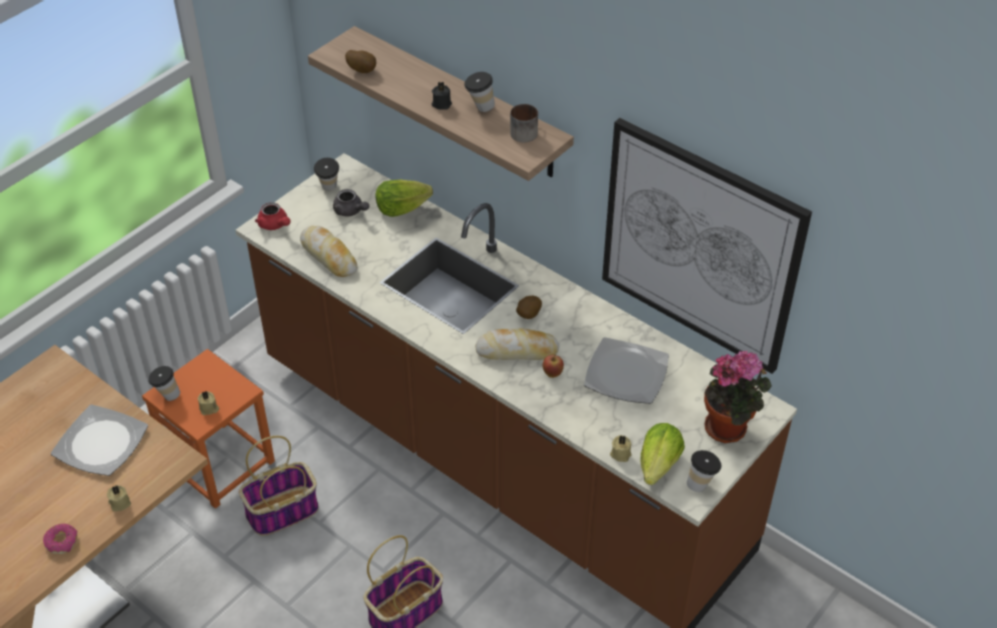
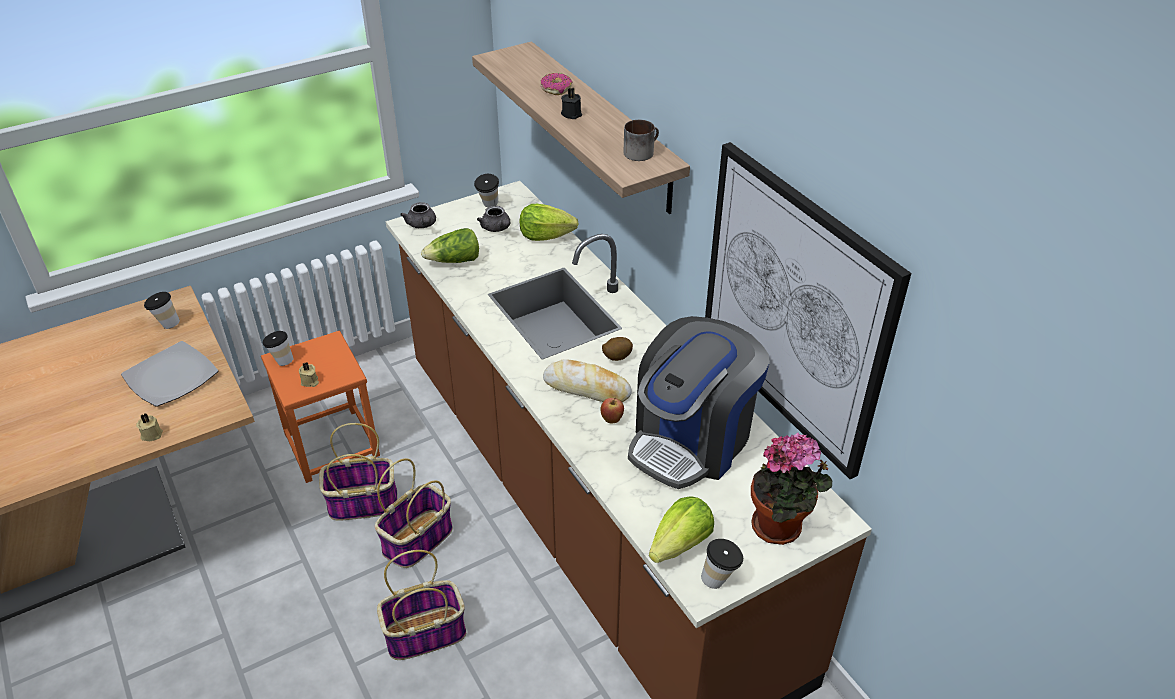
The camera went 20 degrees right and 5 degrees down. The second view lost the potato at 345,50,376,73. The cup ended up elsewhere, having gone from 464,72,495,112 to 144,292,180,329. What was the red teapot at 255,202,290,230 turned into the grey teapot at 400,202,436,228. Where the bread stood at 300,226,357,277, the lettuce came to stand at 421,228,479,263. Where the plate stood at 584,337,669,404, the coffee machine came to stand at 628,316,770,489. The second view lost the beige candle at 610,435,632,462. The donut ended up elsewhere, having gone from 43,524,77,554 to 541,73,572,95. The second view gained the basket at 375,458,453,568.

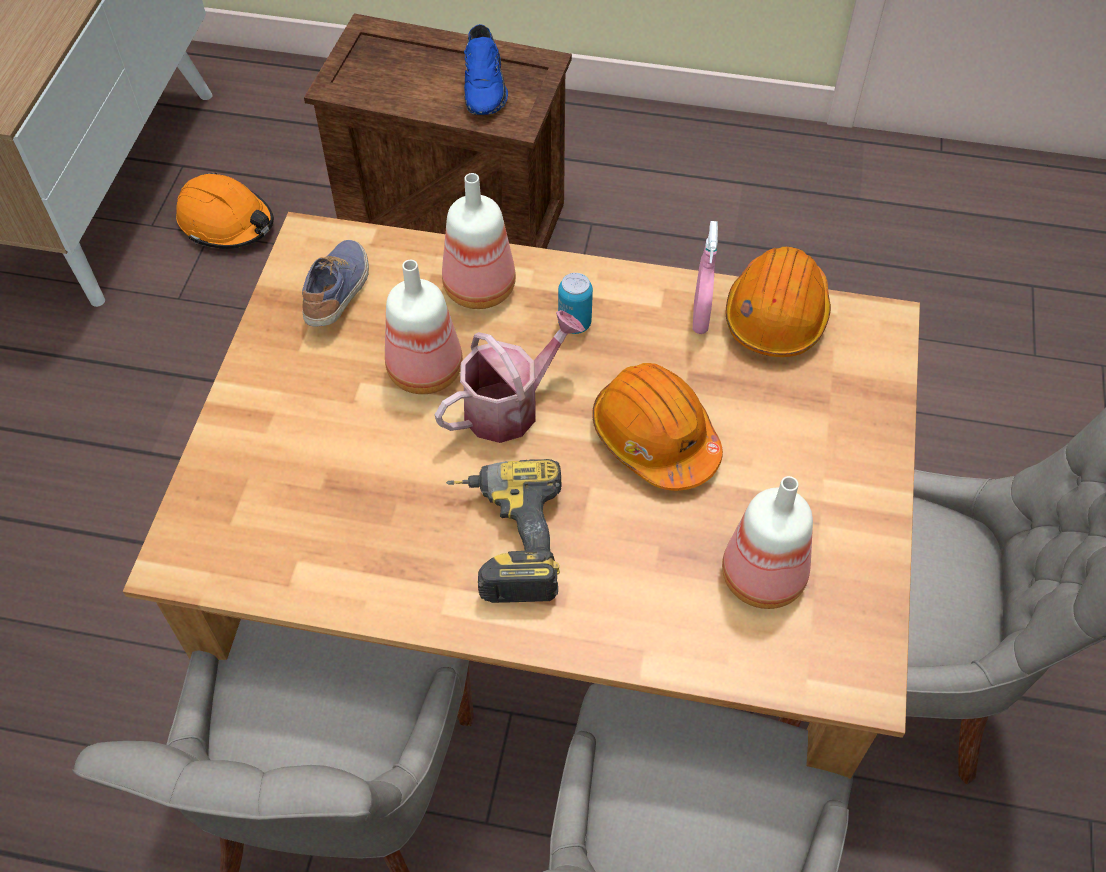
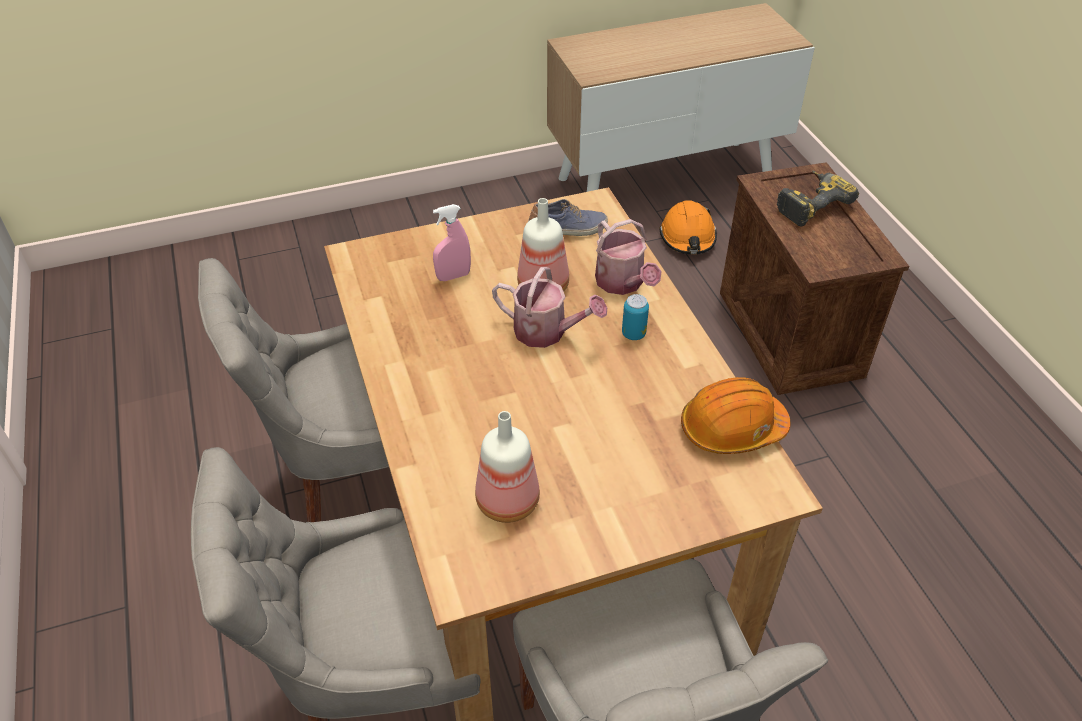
The camera went 60 degrees right and 10 degrees down. The second view lost the blue shoe at 464,24,508,115. Where the bottle stood at 442,173,516,309, the watering can came to stand at 595,219,662,295. The pink spray bottle ended up elsewhere, having gone from 693,221,718,334 to 433,204,471,281. The second view lost the orange hard hat at 592,363,723,491. The power drill ended up elsewhere, having gone from 446,459,562,603 to 777,171,859,227.

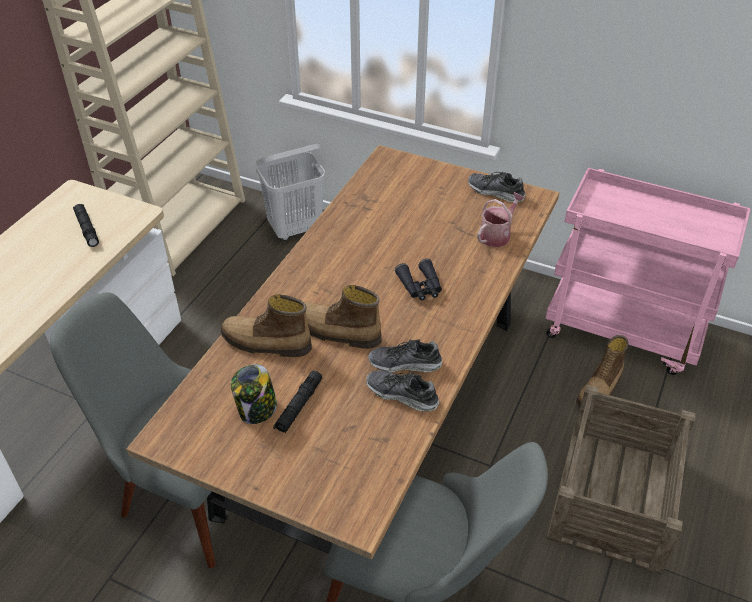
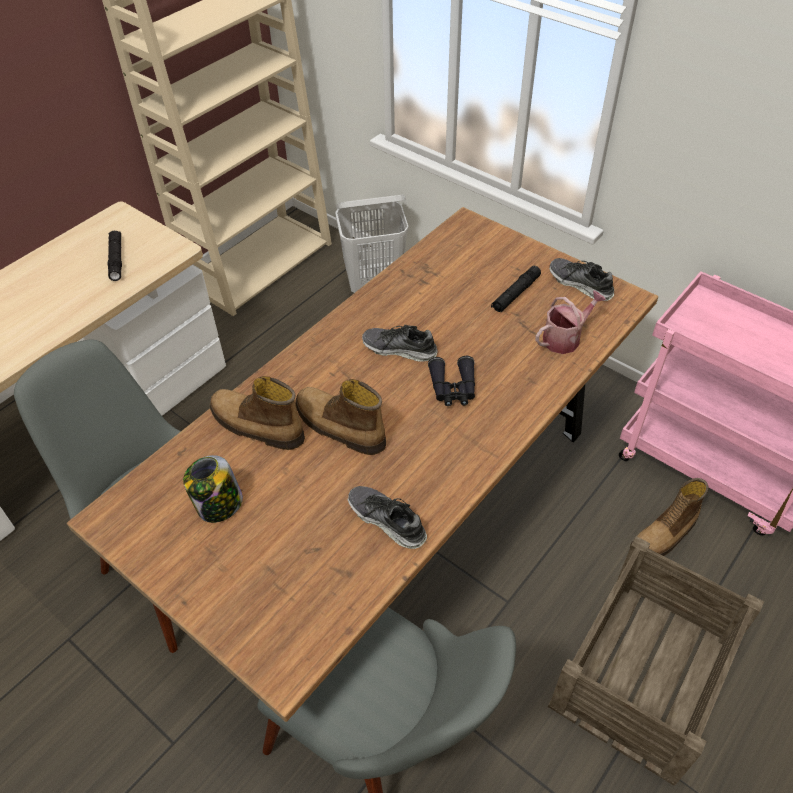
The camera went 15 degrees right and 5 degrees up. The shoe ended up elsewhere, having gone from 368,339,442,373 to 362,325,437,362. The black flashlight ended up elsewhere, having gone from 273,371,322,433 to 491,266,541,312.

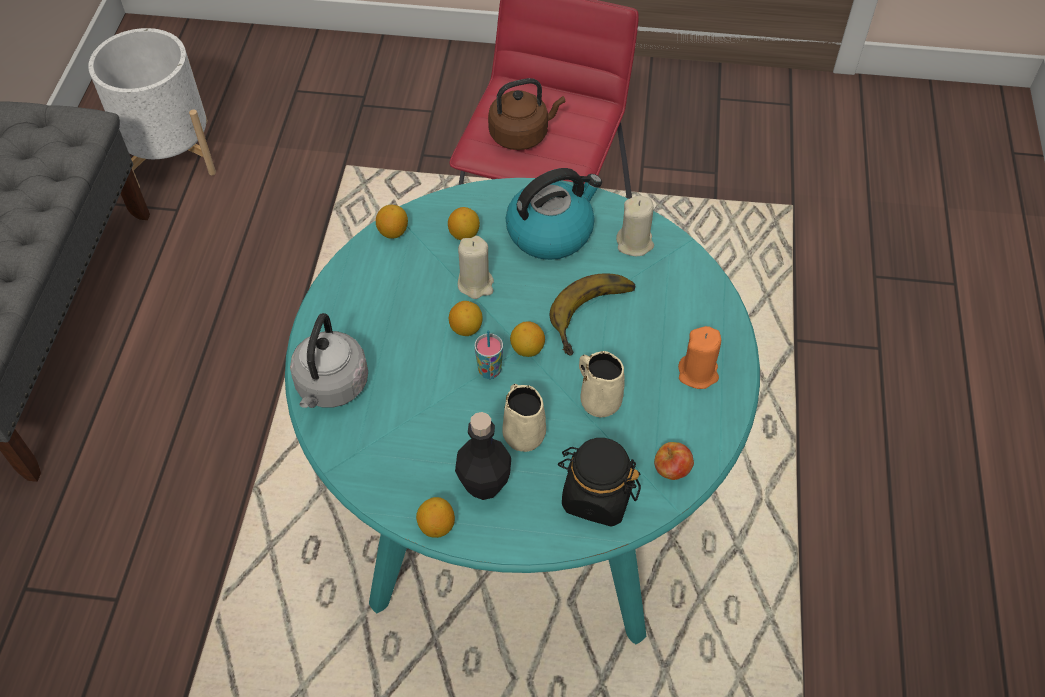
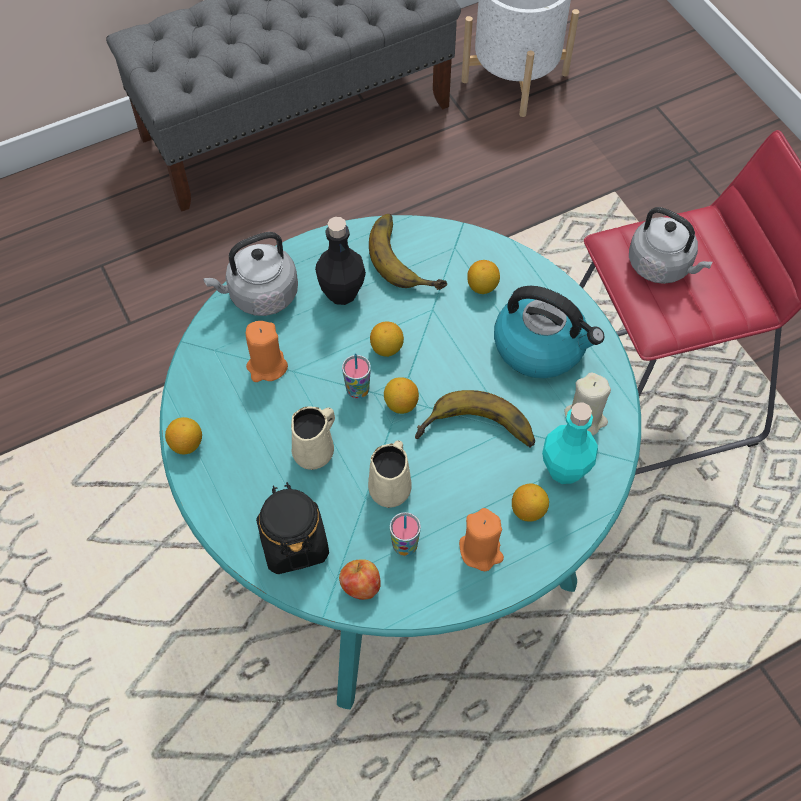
The camera went 55 degrees right and 5 degrees up. What was the brown kettle at 488,78,565,150 turned into the grey kettle at 629,207,713,284. The lemon ended up elsewhere, having gone from 376,205,408,239 to 512,484,549,522. The second view lost the beige candle at 458,236,494,299. The black bottle ended up elsewhere, having gone from 455,412,511,500 to 315,217,366,305. The second view gained the banana at 369,214,447,290. The second view gained the orange candle at 246,321,288,382. The second view gained the turquoise bottle at 542,402,598,484. The second view gained the cup at 390,512,421,556.

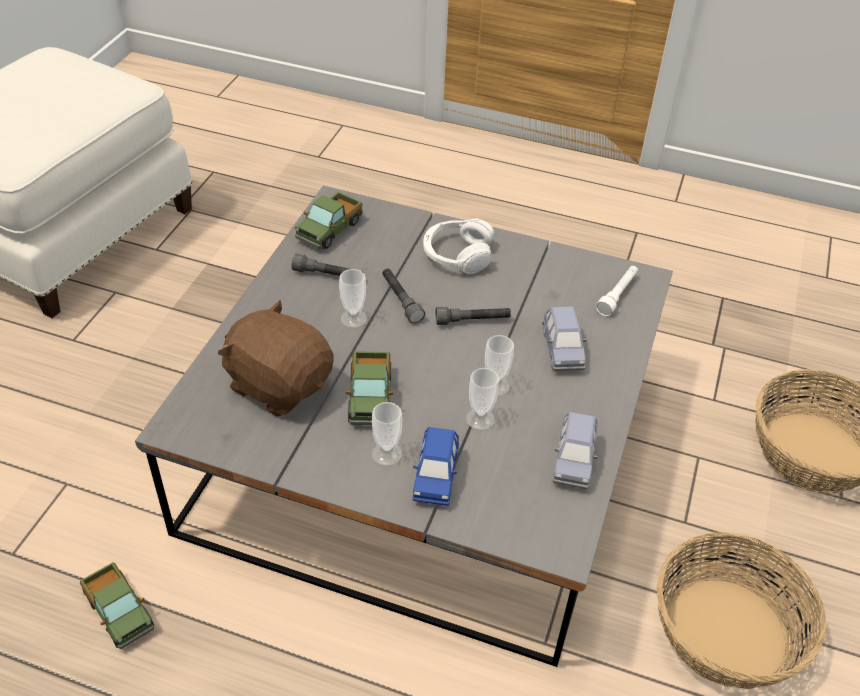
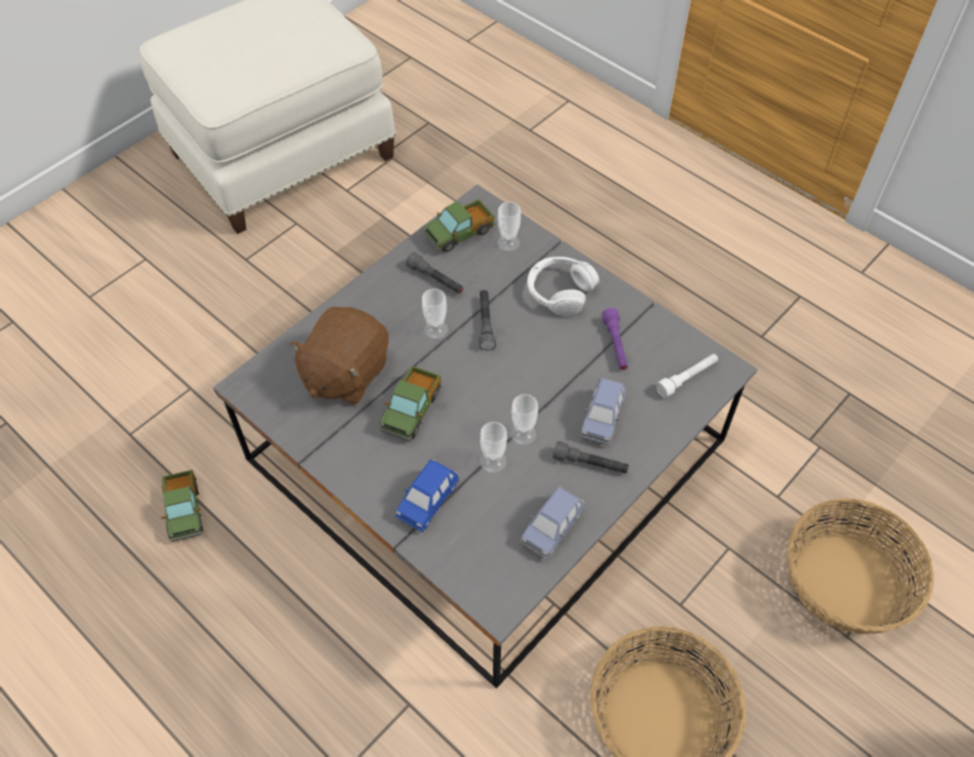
The camera went 25 degrees right and 10 degrees up. The brown plush toy at 218,300,333,417 ended up facing another way, 120 degrees counterclockwise from before. The grey flashlight ended up elsewhere, having gone from 436,306,511,325 to 553,441,629,473. The cup ended up elsewhere, having gone from 372,402,402,466 to 497,202,521,252. The second view gained the purple flashlight at 602,308,628,370.

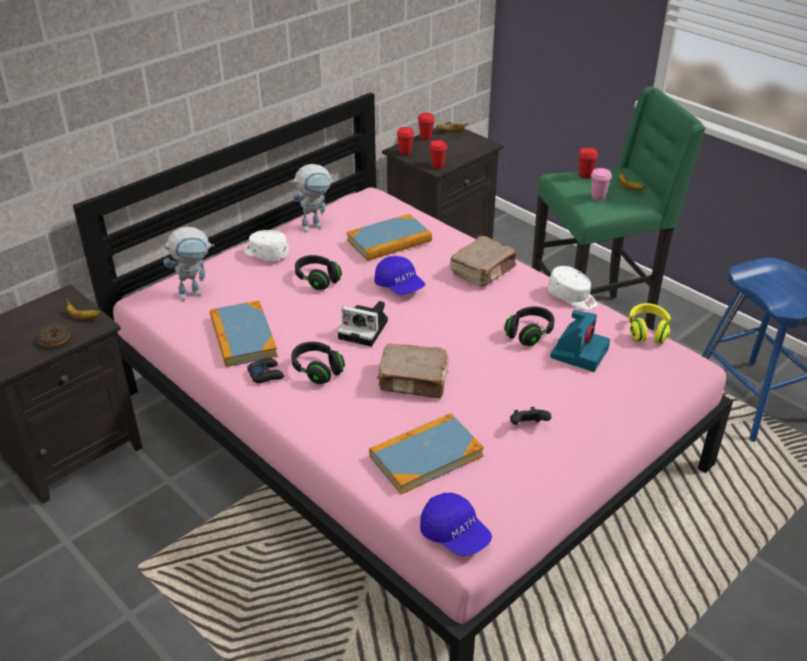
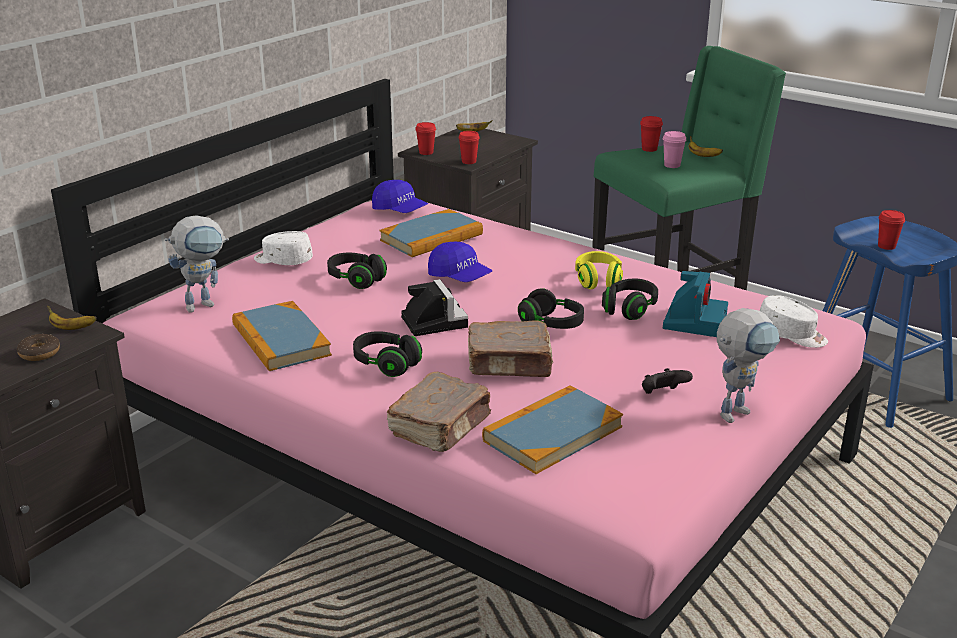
The camera went 10 degrees left and 10 degrees down. The red cup ended up elsewhere, having gone from 418,113,435,140 to 878,210,905,250. The toy robot ended up elsewhere, having gone from 291,164,334,232 to 717,308,780,423. The brown book ended up elsewhere, having gone from 450,236,516,287 to 387,372,491,452. The white cap ended up elsewhere, having gone from 547,266,597,310 to 760,295,828,348. The photo camera at 338,301,388,347 ended up facing another way, 120 degrees counterclockwise from before. The yellow headphones ended up elsewhere, having gone from 629,303,671,344 to 575,251,623,289. The second view lost the black game controller at 247,358,284,383. The blue cap ended up elsewhere, having gone from 420,493,492,556 to 372,180,428,213. The second view gained the black headphones at 518,288,584,329.

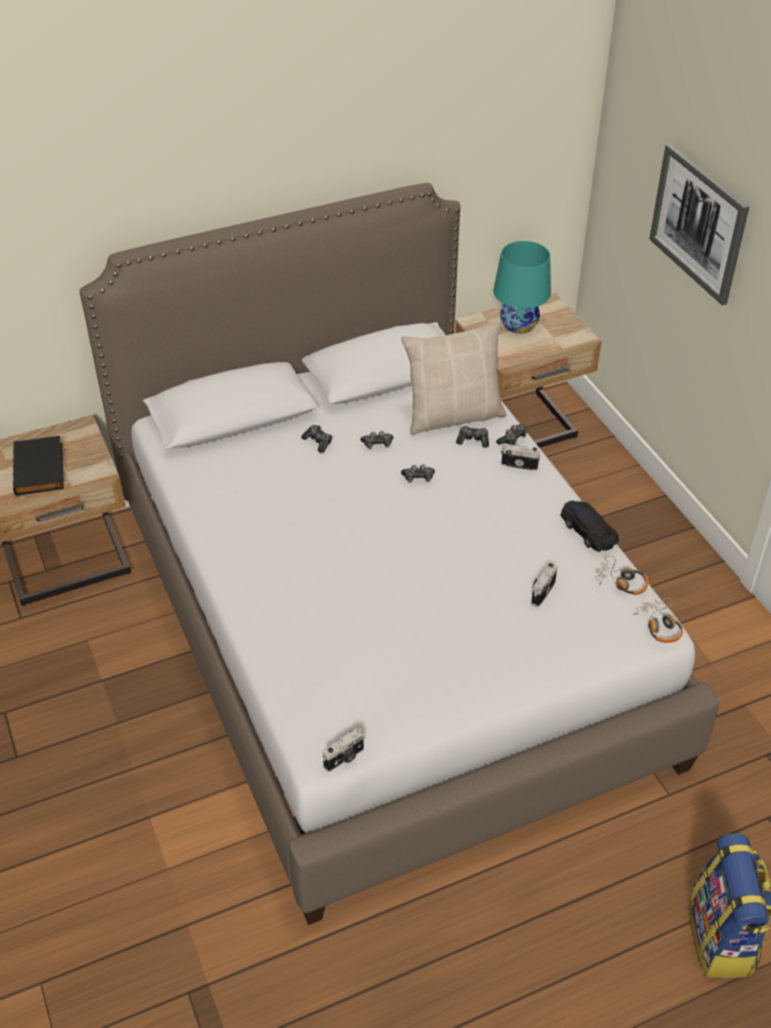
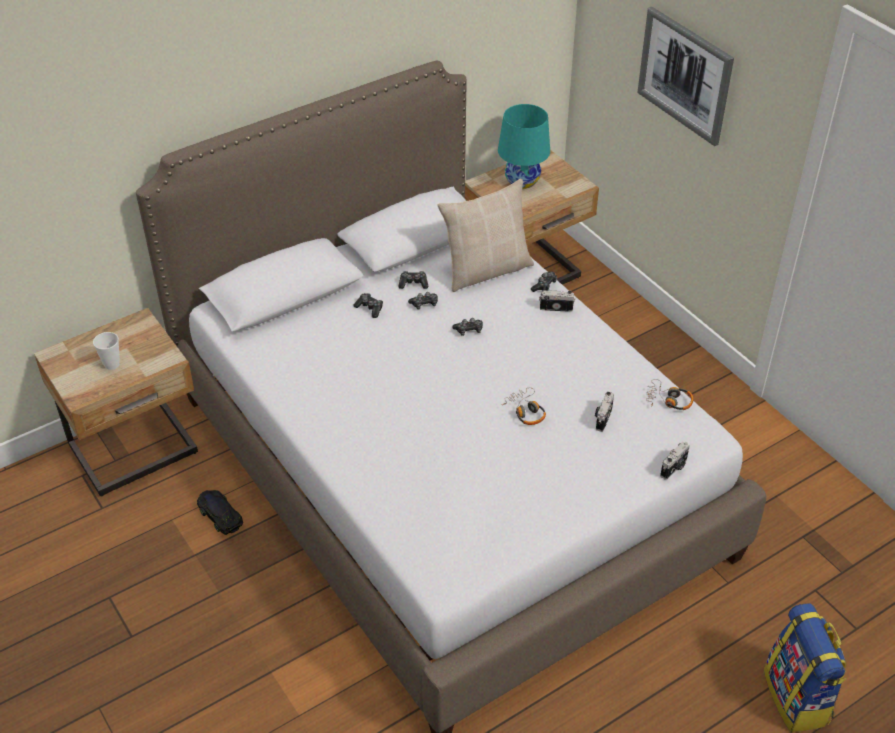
The camera went 10 degrees left and 0 degrees up. The game controller ended up elsewhere, having gone from 456,426,489,448 to 398,271,428,289. Where the black book stood at 13,436,64,496, the cup came to stand at 93,332,120,370. The black toy car ended up elsewhere, having gone from 561,501,619,552 to 197,490,243,535. The headphones ended up elsewhere, having gone from 632,598,683,643 to 502,388,546,425. The photo camera ended up elsewhere, having gone from 323,728,364,772 to 660,442,690,480.

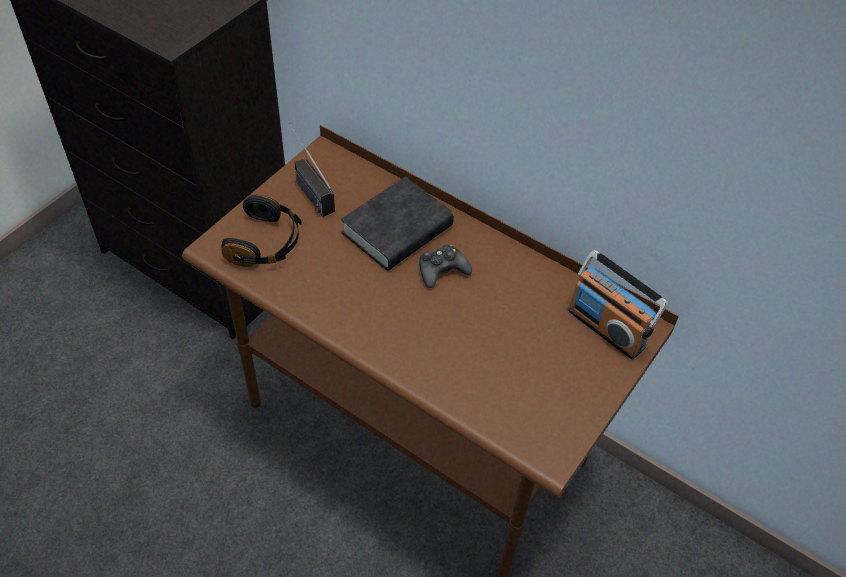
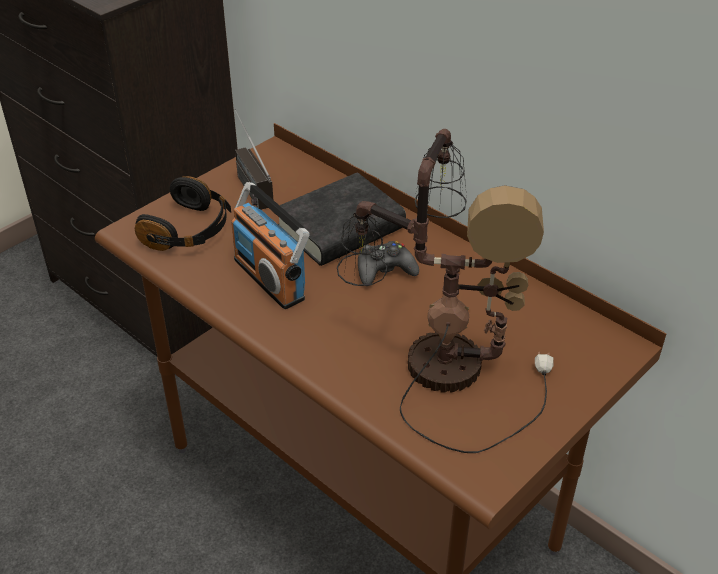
The camera went 10 degrees right and 10 degrees down. The radio ended up elsewhere, having gone from 568,250,668,360 to 231,182,310,309. The second view gained the table lamp at 337,129,554,453.

